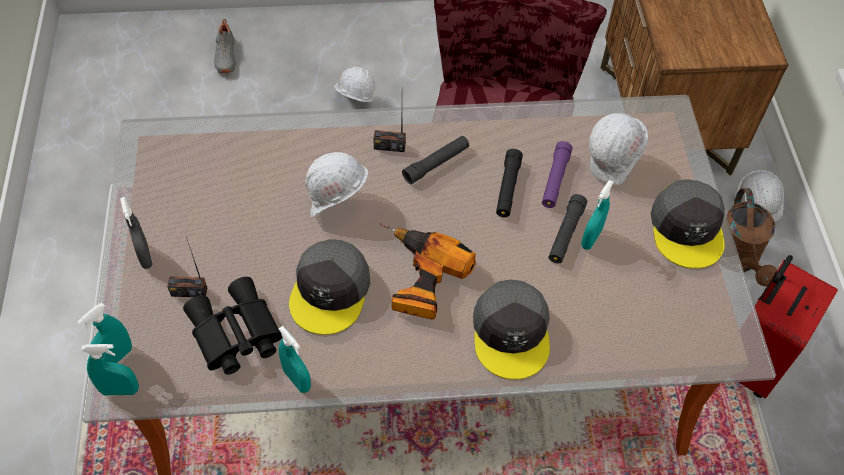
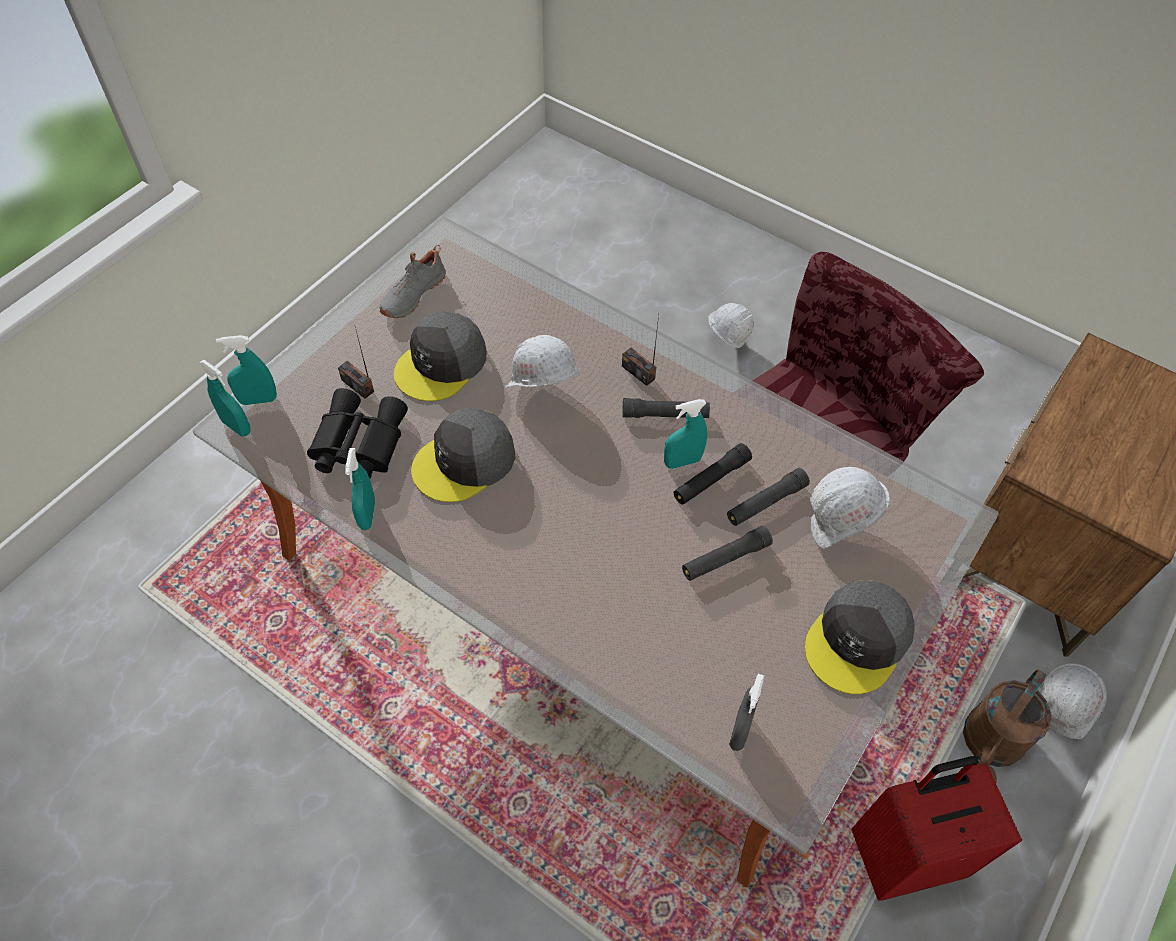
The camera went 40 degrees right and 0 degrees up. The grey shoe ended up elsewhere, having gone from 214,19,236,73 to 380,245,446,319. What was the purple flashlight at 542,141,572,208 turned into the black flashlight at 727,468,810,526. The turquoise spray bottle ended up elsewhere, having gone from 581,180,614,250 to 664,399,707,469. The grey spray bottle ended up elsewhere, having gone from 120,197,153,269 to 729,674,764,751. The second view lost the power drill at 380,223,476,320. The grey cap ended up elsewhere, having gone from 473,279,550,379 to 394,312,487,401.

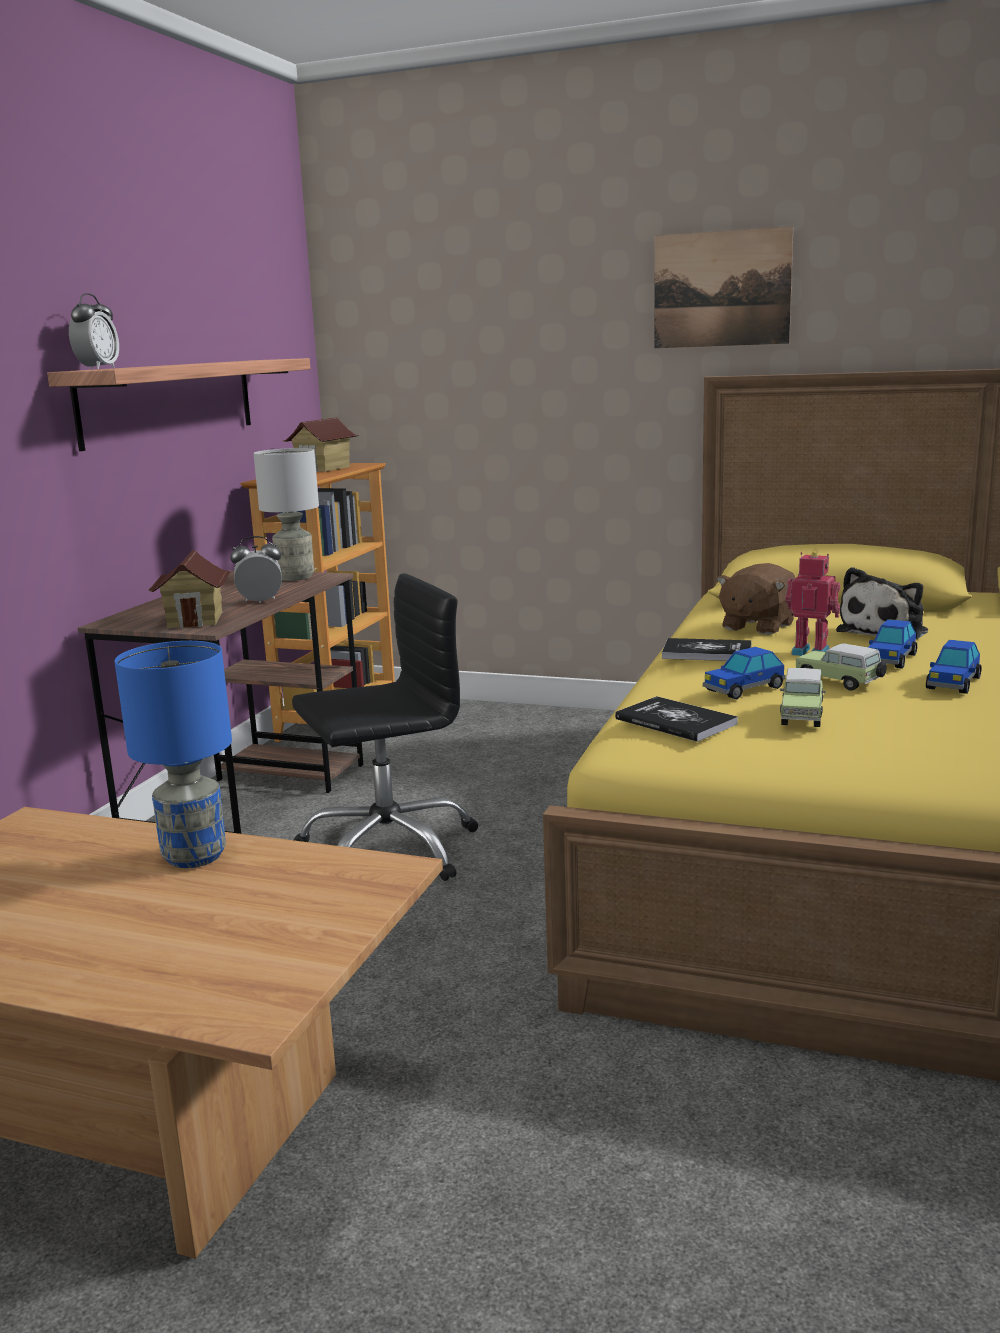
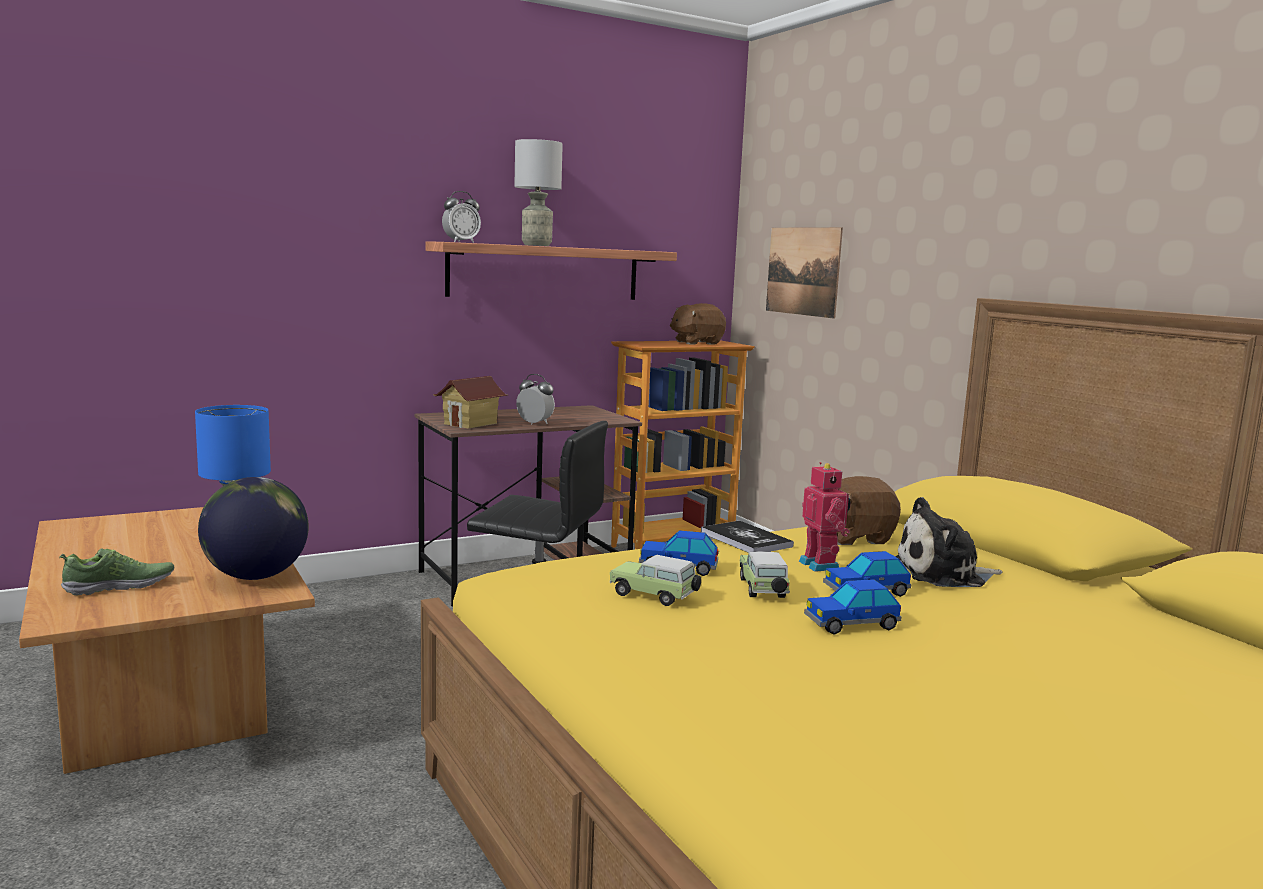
The camera went 40 degrees right and 5 degrees down. The picture ended up elsewhere, having gone from 654,226,793,348 to 766,227,843,319. Where the toy house stood at 282,418,359,472, the brown plush toy came to stand at 670,303,726,344. The grey table lamp ended up elsewhere, having gone from 253,448,319,581 to 514,139,563,246. The toy car at 780,668,826,727 ended up facing another way, 60 degrees clockwise from before. The second view lost the book at 615,696,738,742. The second view gained the globe at 198,477,309,580. The second view gained the shoe at 60,548,174,596.

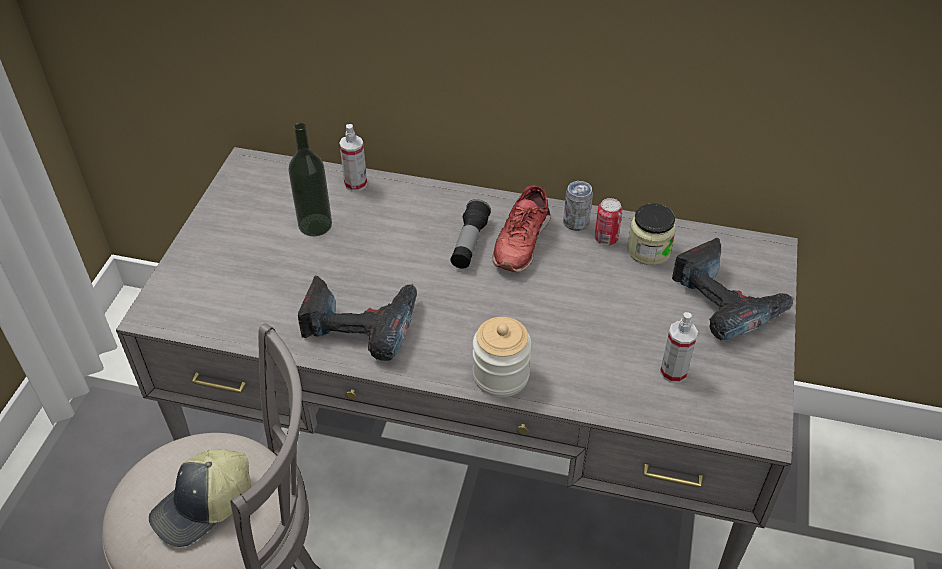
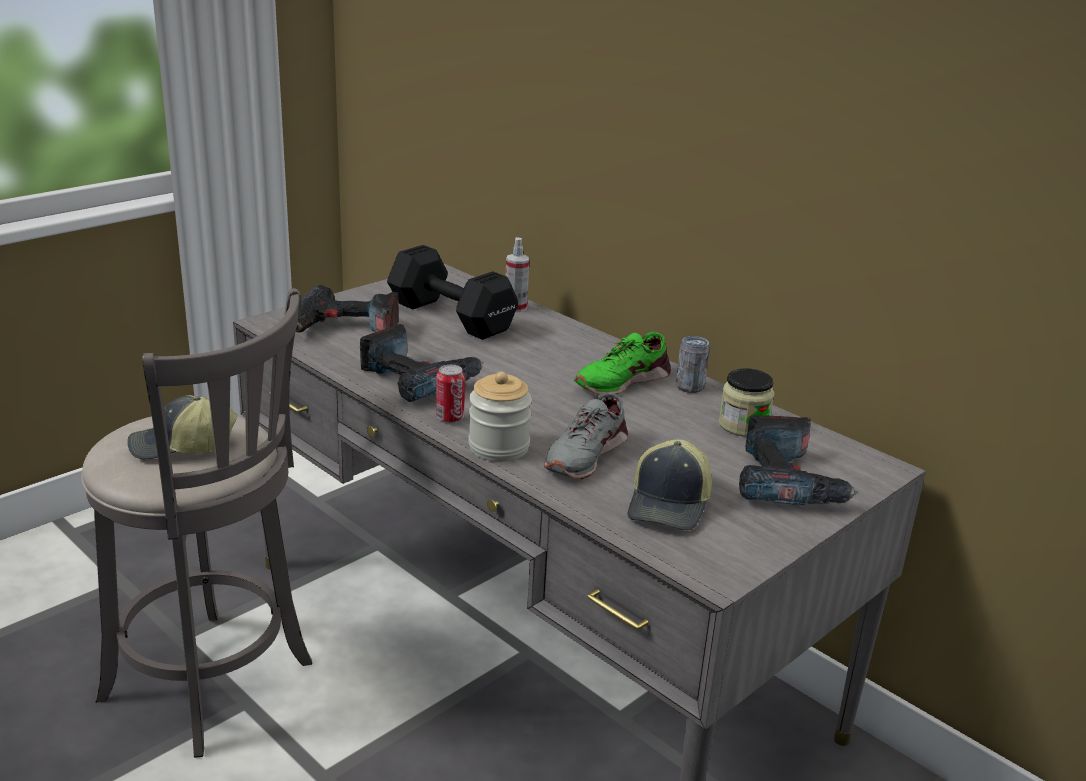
The camera went 30 degrees right and 20 degrees down. Where the bottle stood at 288,123,332,236, the black dumbbell came to stand at 387,245,518,340. What was the red shoe at 492,185,550,272 turned into the green shoe at 574,332,671,395. The can ended up elsewhere, having gone from 595,198,623,245 to 436,365,465,423. The second view lost the flashlight at 451,199,491,269. Where the spray bottle stood at 660,312,698,383, the cap came to stand at 628,439,712,530. The second view gained the power drill at 295,285,399,332. The second view gained the grey shoe at 544,393,628,479.

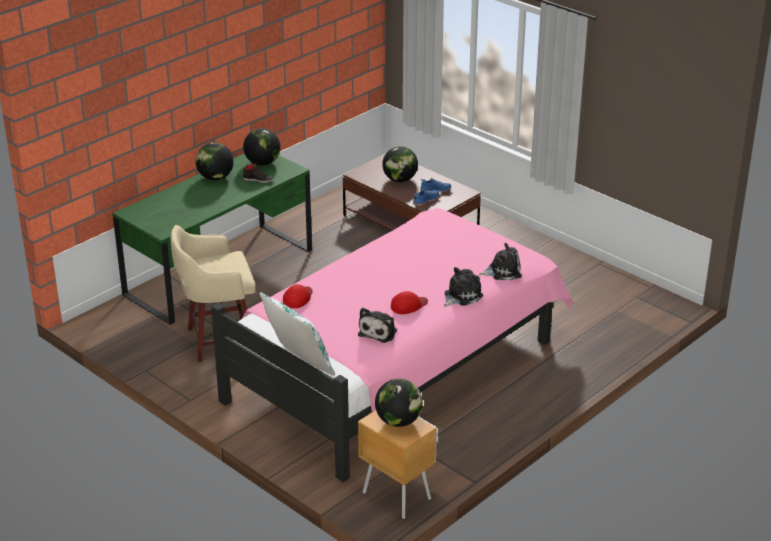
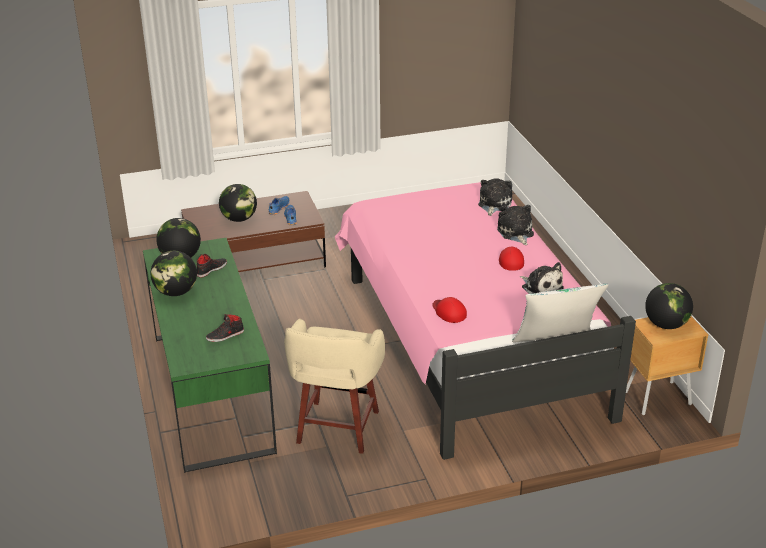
The camera went 60 degrees left and 0 degrees up. The second view gained the black shoe at 206,314,244,342.

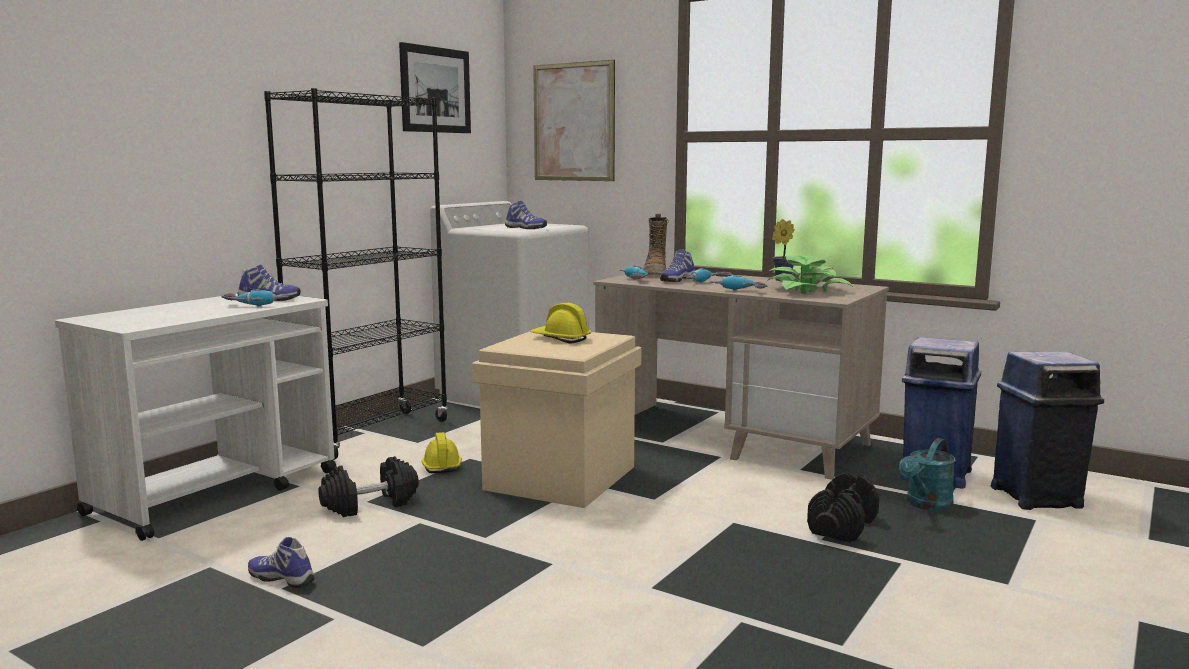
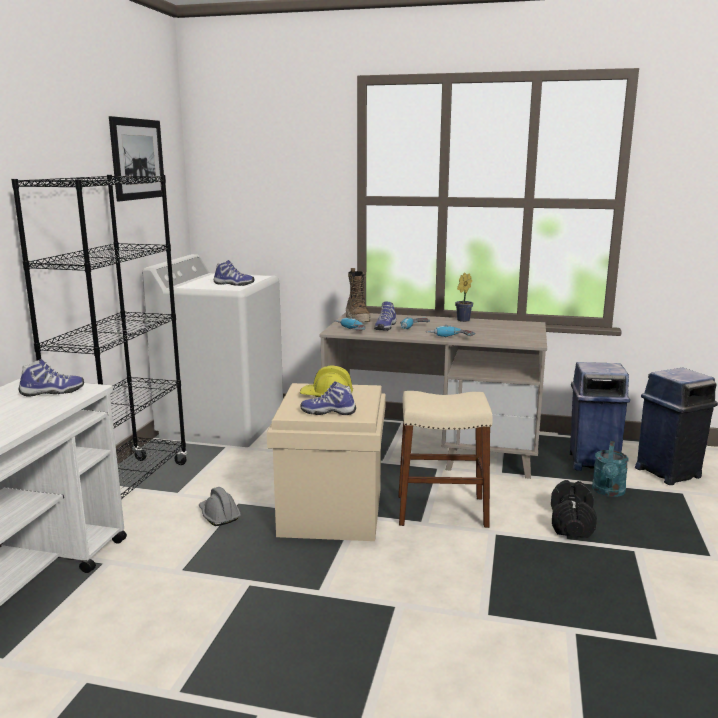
The camera went 20 degrees left and 5 degrees up. The second view lost the picture at 533,60,615,181. The second view lost the potted plant at 767,256,854,294. The second view lost the power drill at 221,289,288,307. What was the yellow hard hat at 422,432,462,473 turned into the grey hard hat at 199,487,241,526. The second view lost the black dumbbell at 318,456,419,517. The shoe ended up elsewhere, having gone from 248,537,315,588 to 301,381,356,415. The second view gained the beige stool at 398,391,493,528.

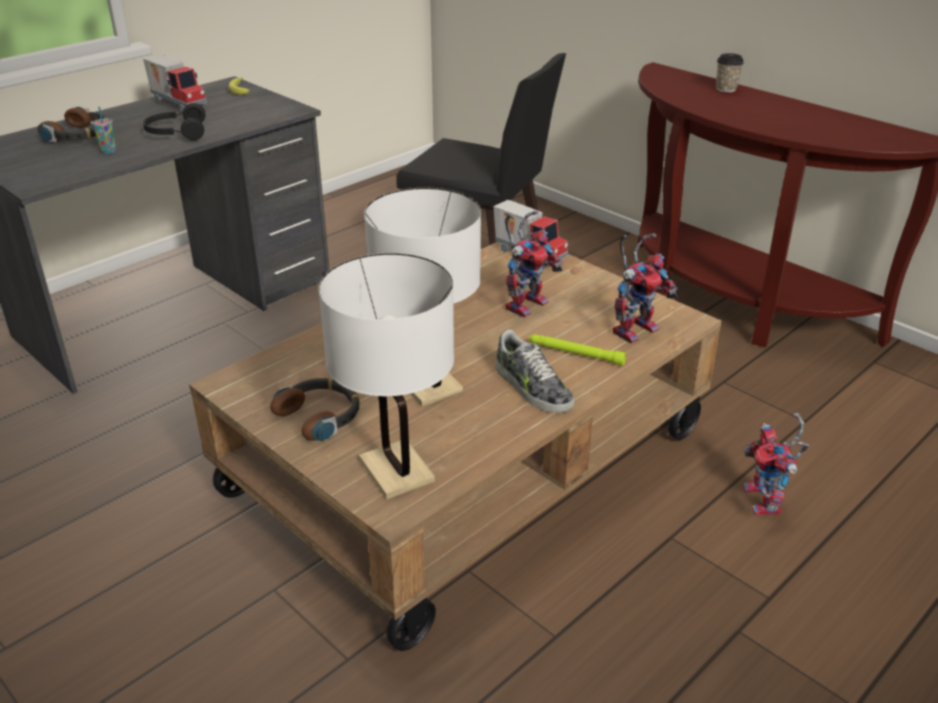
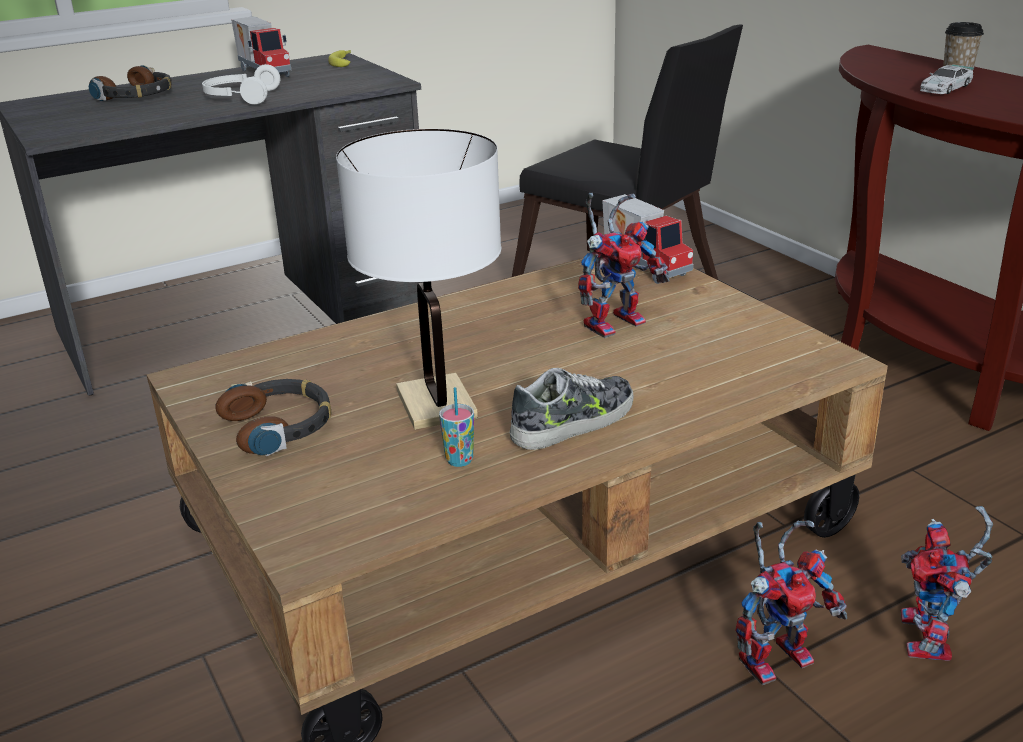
The camera went 15 degrees right and 5 degrees down. What was the black headphones at 143,103,205,141 turned into the white headphones at 202,64,280,105. The cup ended up elsewhere, having gone from 92,106,117,154 to 439,387,474,467. The toy robot ended up elsewhere, having gone from 613,234,678,344 to 735,520,847,685. The second view lost the white table lamp at 319,253,454,499. The shoe at 495,330,574,413 ended up facing another way, 105 degrees counterclockwise from before. The second view lost the green flashlight at 529,334,626,366. The second view gained the toy car at 920,64,974,94.

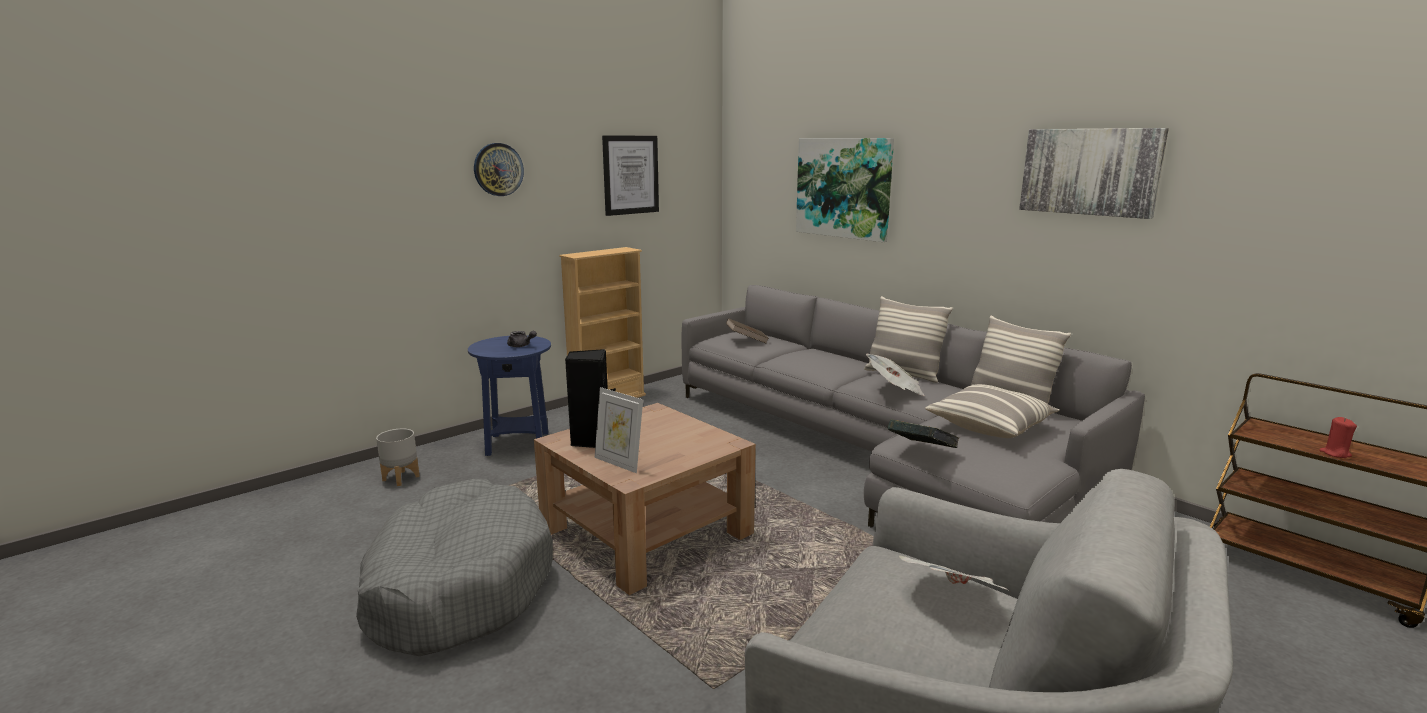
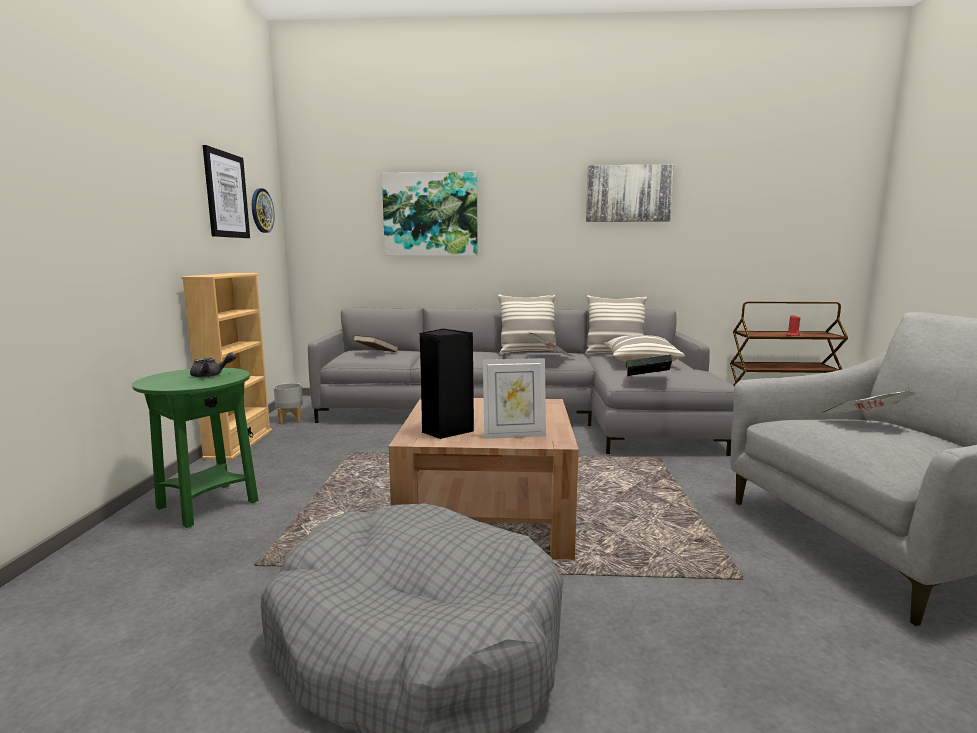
The camera went 45 degrees left and 5 degrees down. The wall clock ended up elsewhere, having gone from 474,143,524,196 to 252,188,275,233. What was the blue side table at 468,336,551,456 turned into the green side table at 132,368,258,528. The grey planter ended up elsewhere, having gone from 376,429,420,486 to 274,383,303,424.

